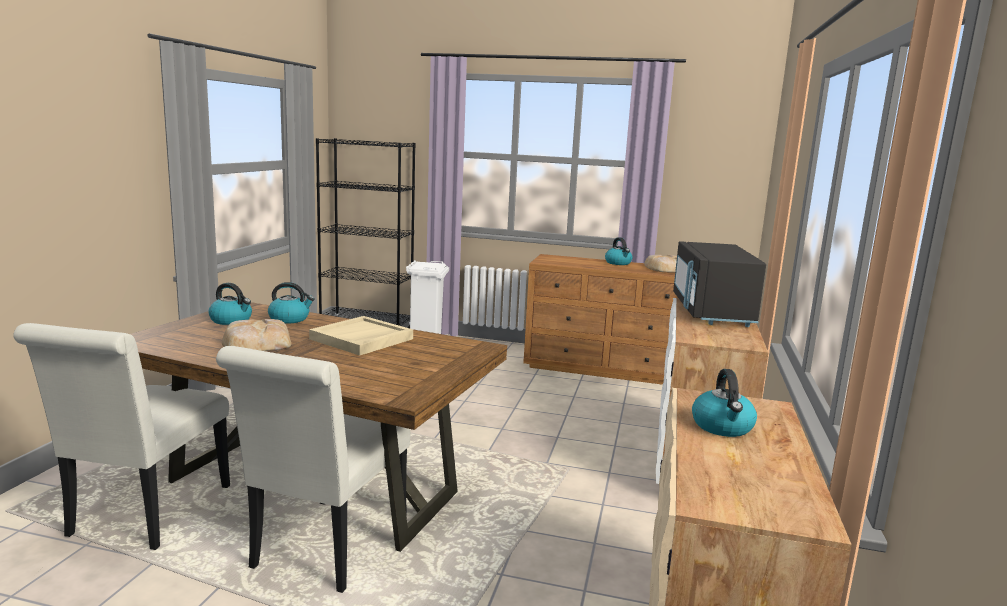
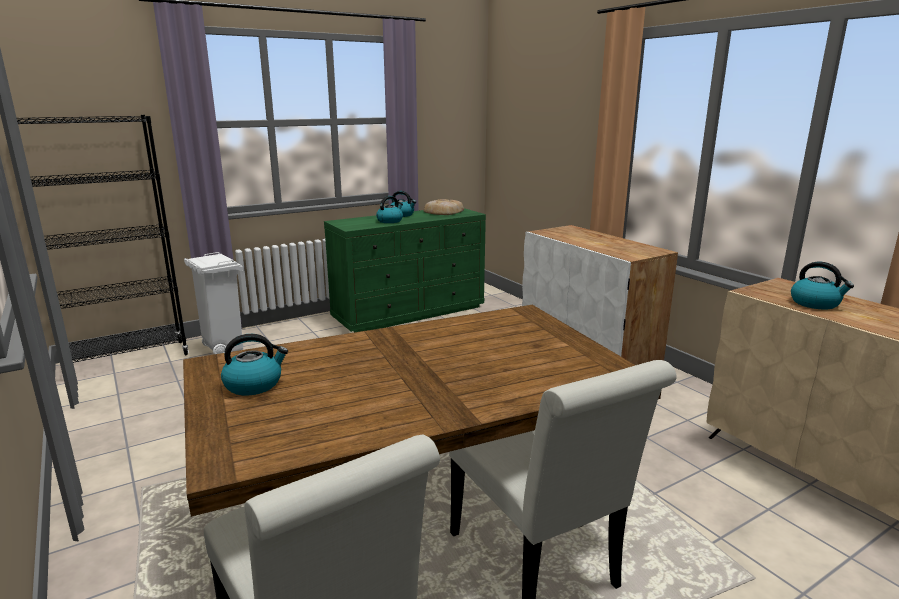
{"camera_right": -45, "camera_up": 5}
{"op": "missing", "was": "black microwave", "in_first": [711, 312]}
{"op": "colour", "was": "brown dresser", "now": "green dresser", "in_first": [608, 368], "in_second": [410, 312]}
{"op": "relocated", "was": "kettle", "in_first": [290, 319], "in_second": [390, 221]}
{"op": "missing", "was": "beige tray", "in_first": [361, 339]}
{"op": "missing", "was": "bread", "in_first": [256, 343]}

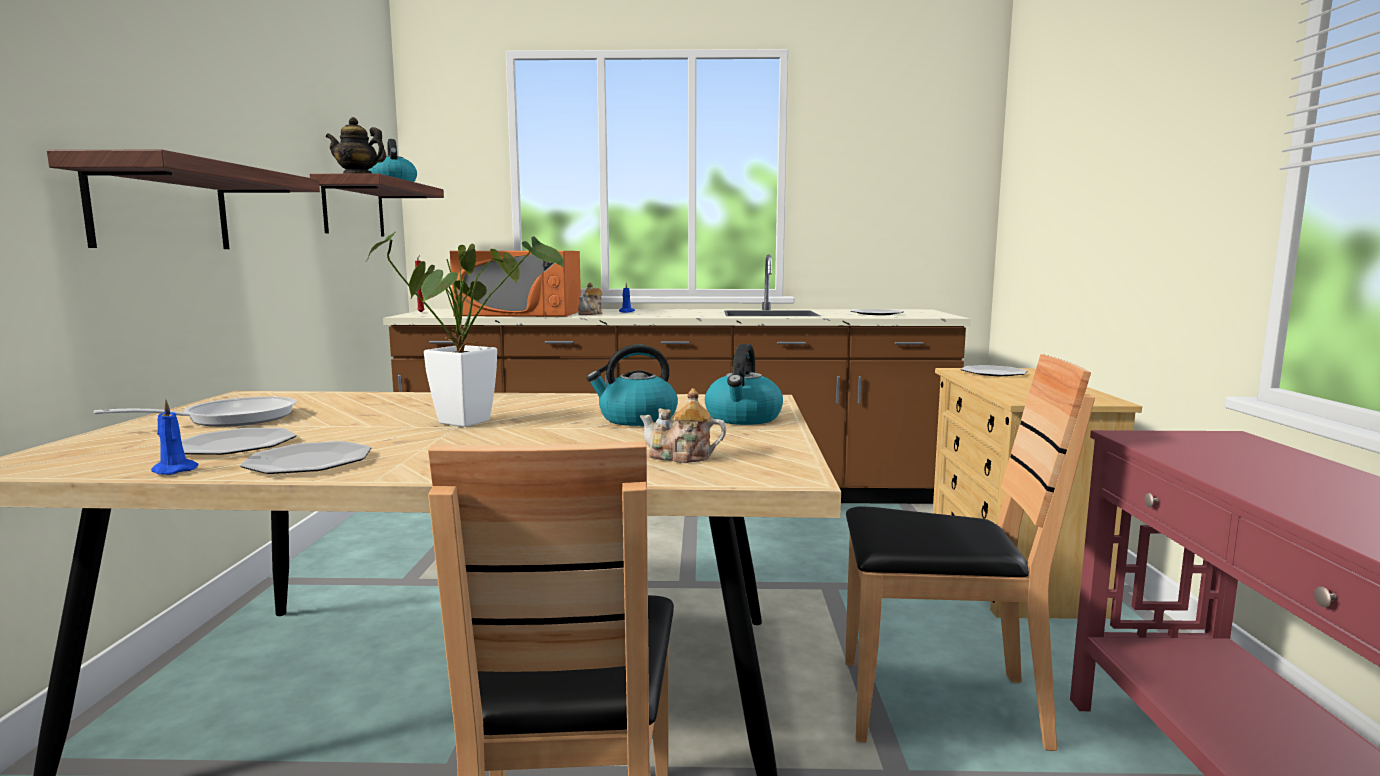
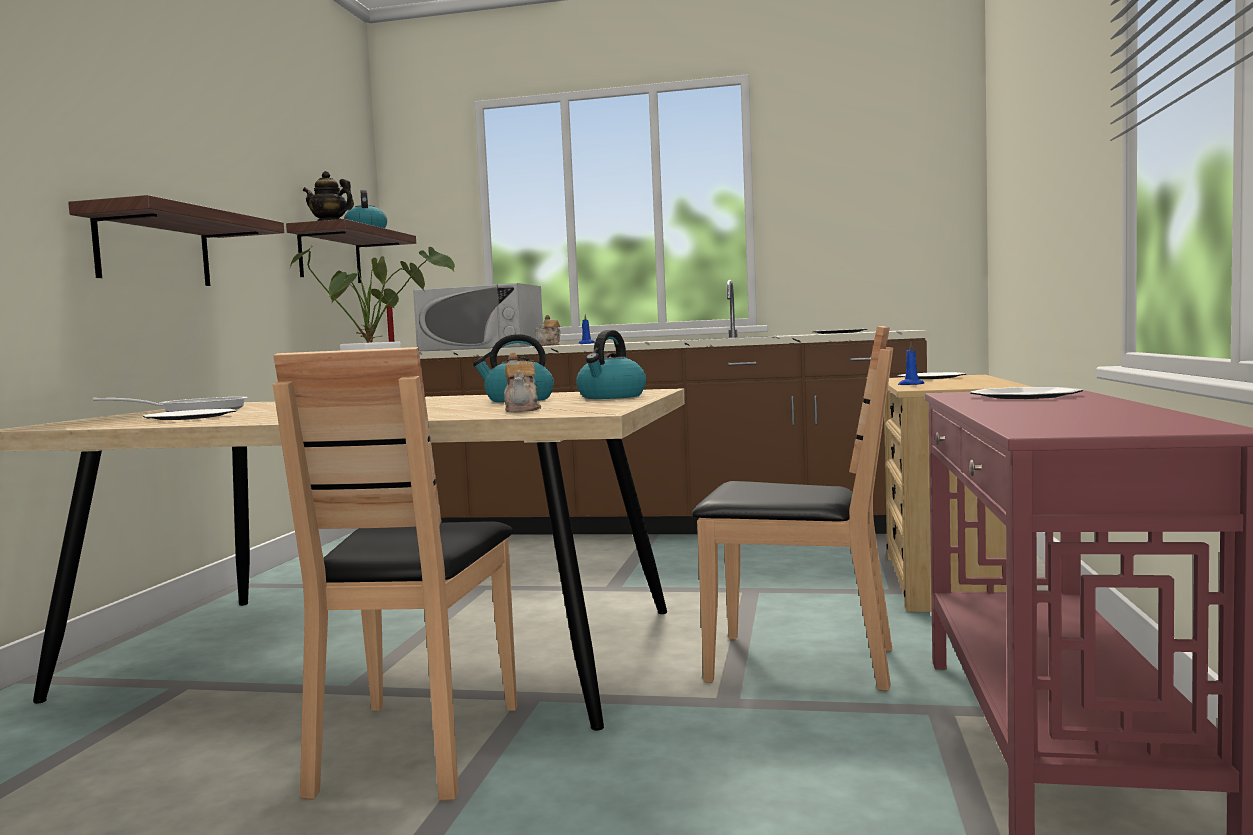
{"camera_right": 10, "camera_up": -5}
{"op": "colour", "was": "orange microwave", "now": "white microwave", "in_first": [520, 313], "in_second": [482, 348]}
{"op": "spun", "was": "teapot", "in_first": [681, 457], "in_second": [522, 410], "clockwise": -120}
{"op": "relocated", "was": "blue candle", "in_first": [173, 470], "in_second": [910, 384]}
{"op": "relocated", "was": "plate", "in_first": [308, 461], "in_second": [1024, 396]}

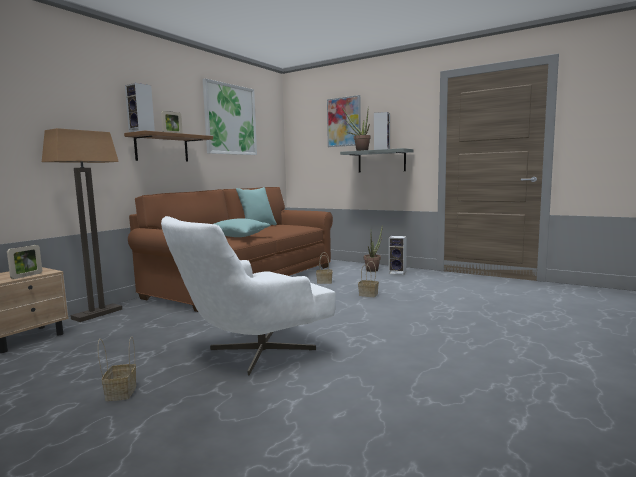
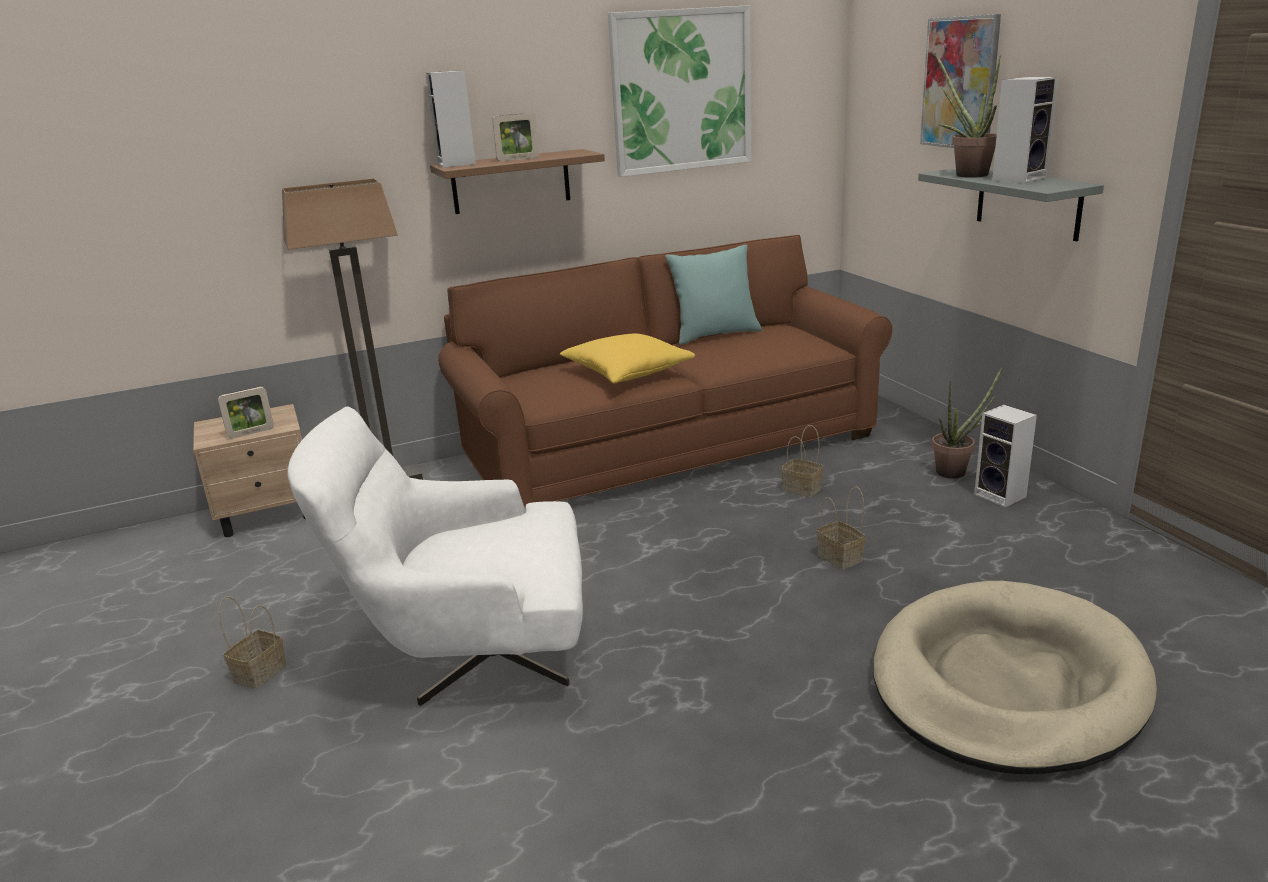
{"camera_right": 35, "camera_up": 15}
{"op": "colour", "was": "turquoise pillow", "now": "yellow pillow", "in_first": [238, 236], "in_second": [627, 373]}
{"op": "appeared", "now": "beige dog bed", "in_second": [1006, 683]}

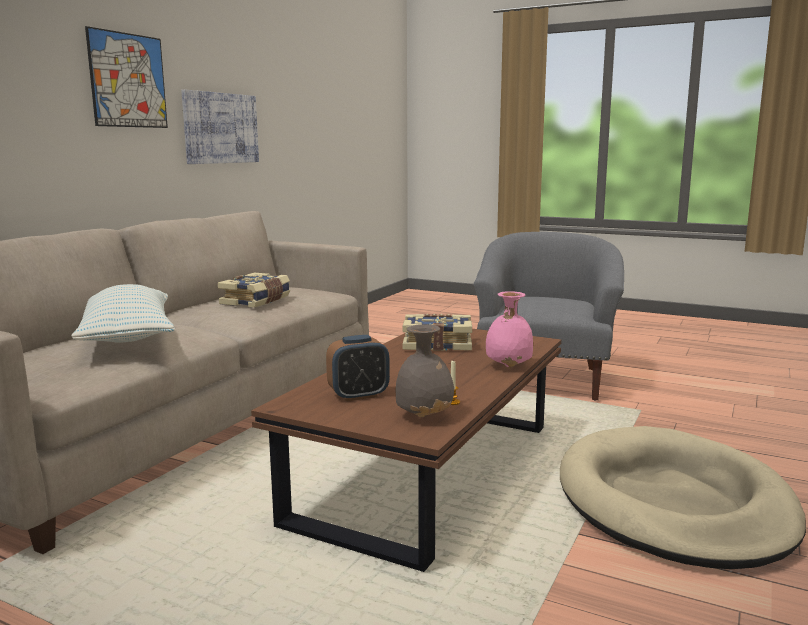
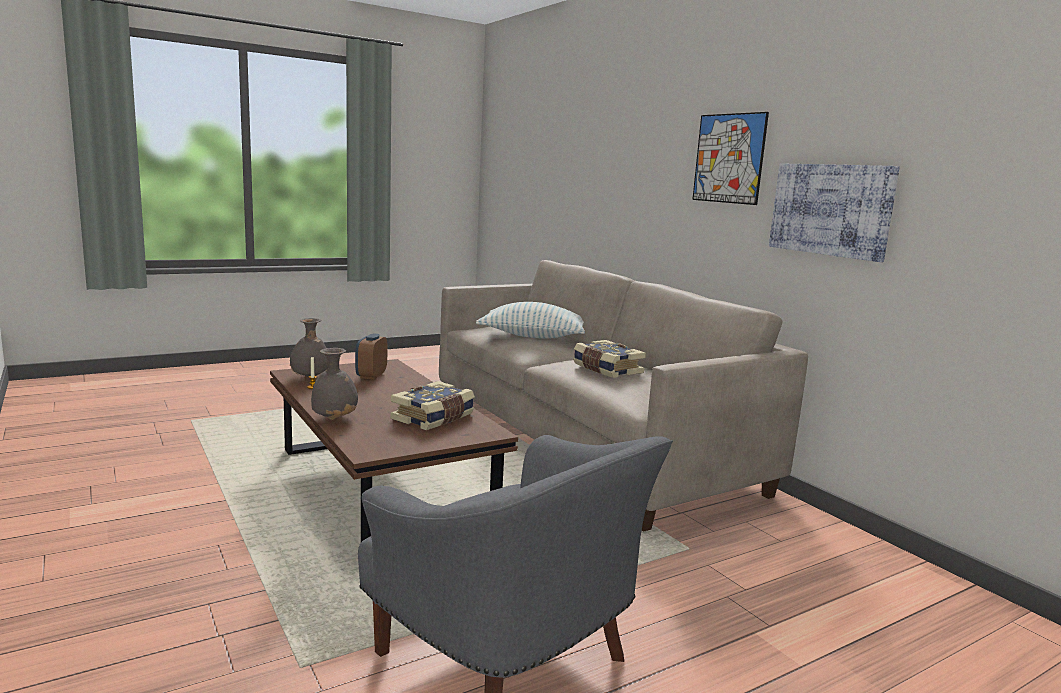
{"camera_right": 120, "camera_up": 0}
{"op": "colour", "was": "pink vase", "now": "grey vase", "in_first": [507, 366], "in_second": [335, 418]}
{"op": "missing", "was": "beige dog bed", "in_first": [673, 503]}

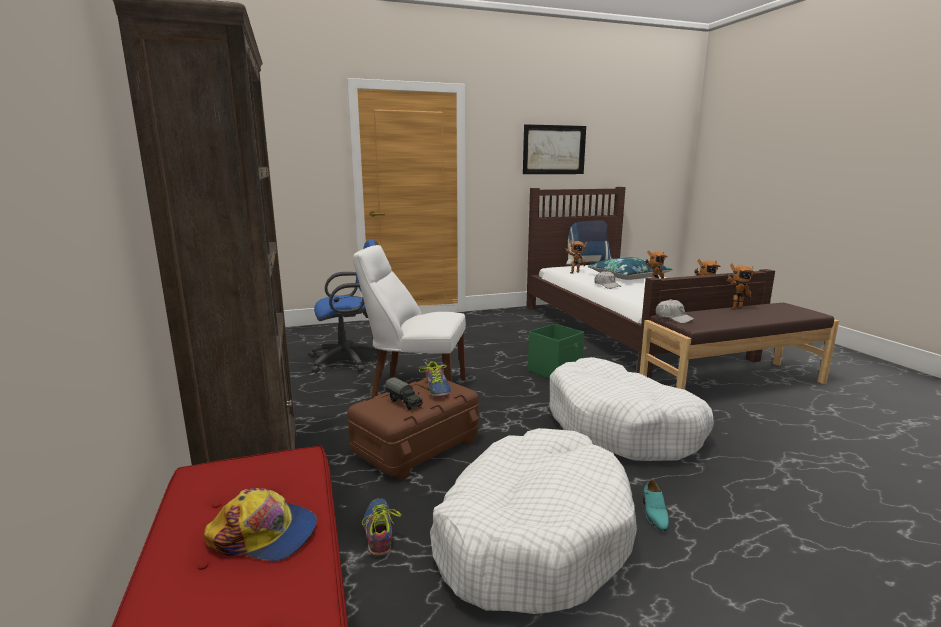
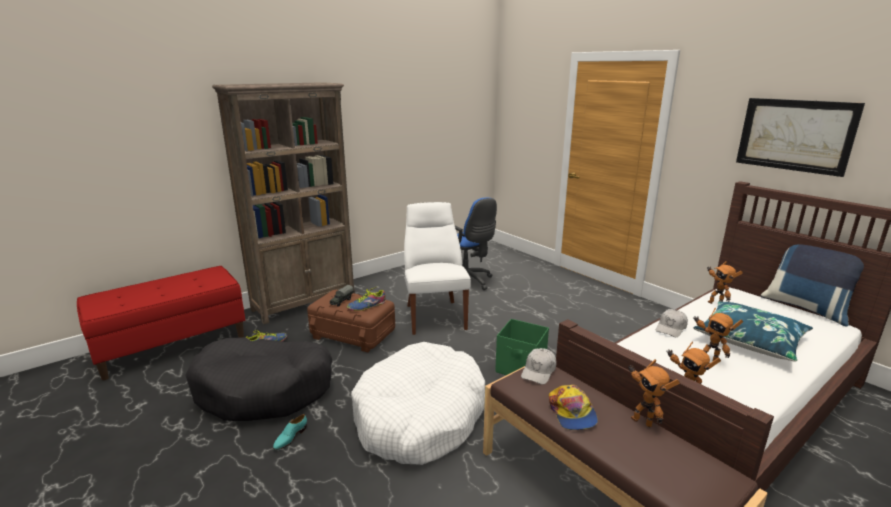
{"camera_right": 70, "camera_up": 5}
{"op": "colour", "was": "white dog bed", "now": "black dog bed", "in_first": [532, 535], "in_second": [264, 390]}
{"op": "spun", "was": "turquoise shoe", "in_first": [654, 514], "in_second": [290, 438], "clockwise": -45}
{"op": "relocated", "was": "cap", "in_first": [264, 534], "in_second": [572, 413]}

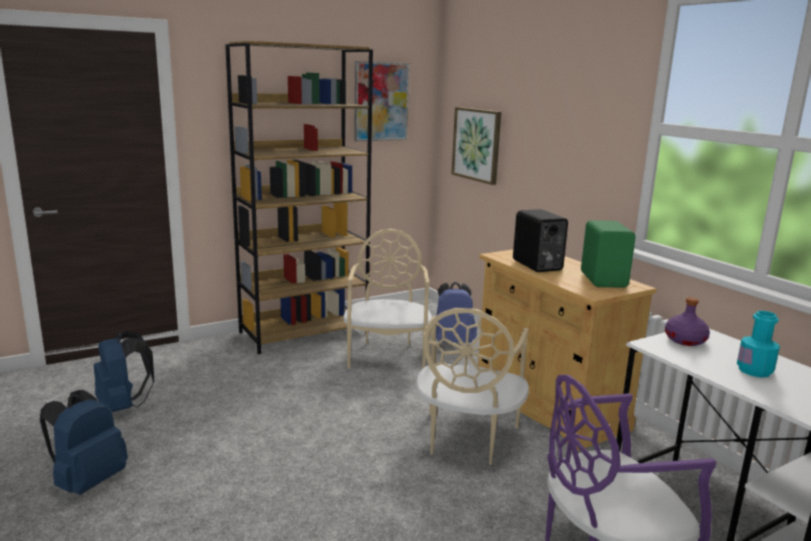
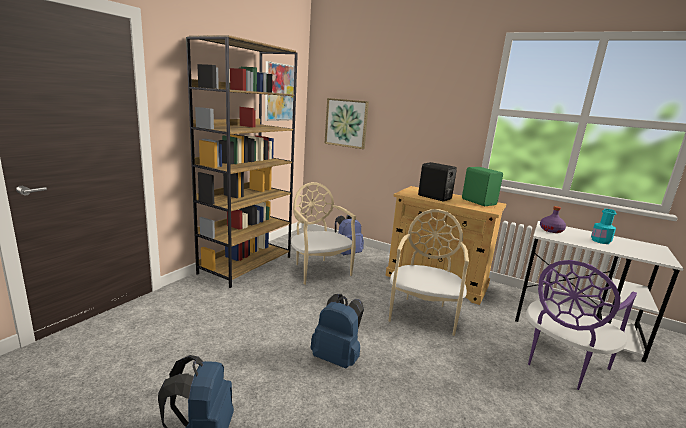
{"camera_right": -30, "camera_up": 0}
{"op": "spun", "was": "beige chair", "in_first": [466, 439], "in_second": [423, 314], "clockwise": -150}
{"op": "relocated", "was": "blue backpack", "in_first": [123, 406], "in_second": [337, 358]}

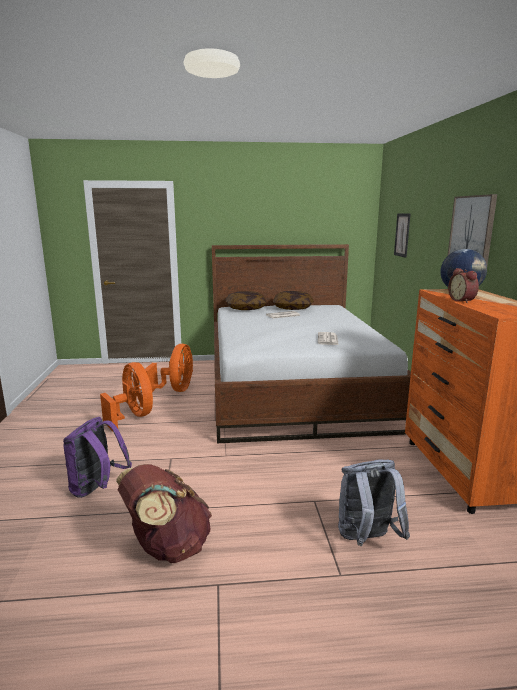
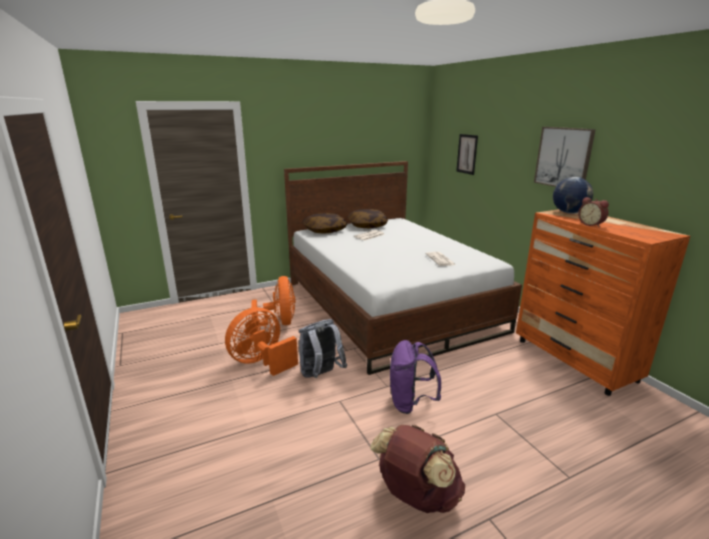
{"camera_right": -20, "camera_up": 5}
{"op": "spun", "was": "orange fan", "in_first": [133, 417], "in_second": [261, 362], "clockwise": -75}
{"op": "relocated", "was": "purple backpack", "in_first": [97, 489], "in_second": [410, 403]}
{"op": "relocated", "was": "grey backpack", "in_first": [367, 540], "in_second": [320, 375]}

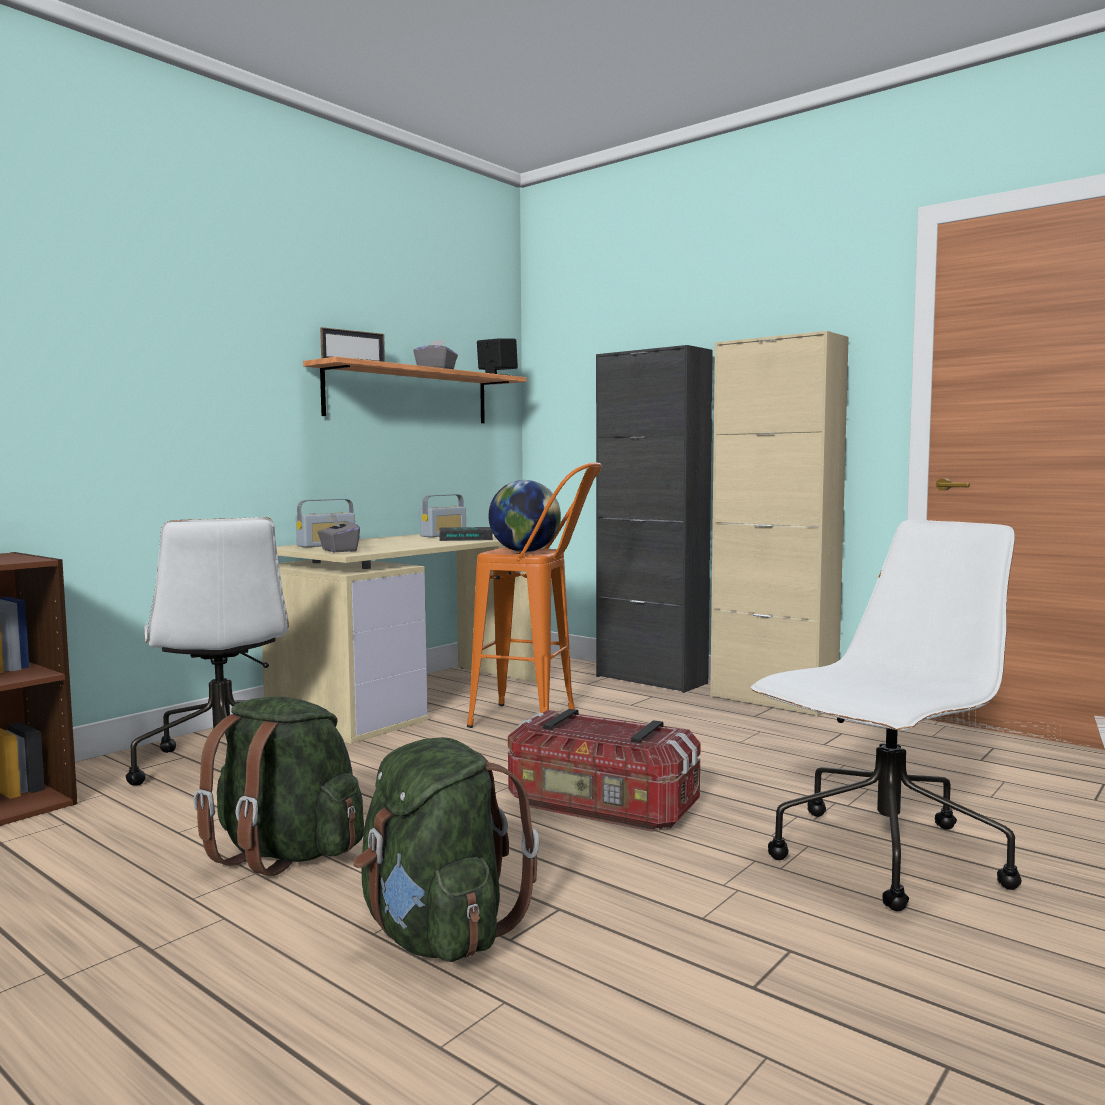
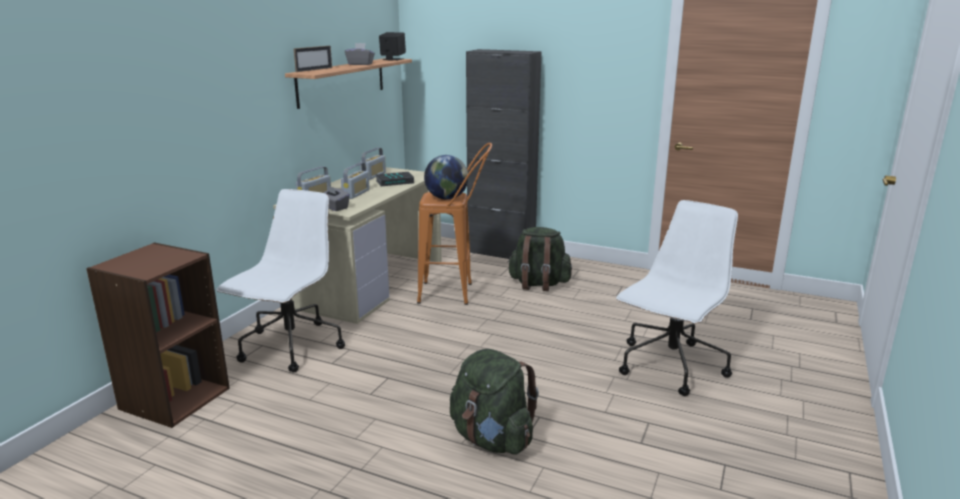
{"camera_right": -15, "camera_up": 15}
{"op": "missing", "was": "beige cabinet", "in_first": [773, 701]}
{"op": "spun", "was": "white office chair", "in_first": [222, 763], "in_second": [291, 348], "clockwise": -120}
{"op": "relocated", "was": "green backpack", "in_first": [285, 853], "in_second": [538, 284]}
{"op": "missing", "was": "storage box", "in_first": [600, 808]}
{"op": "appeared", "now": "radio", "in_second": [356, 194]}

